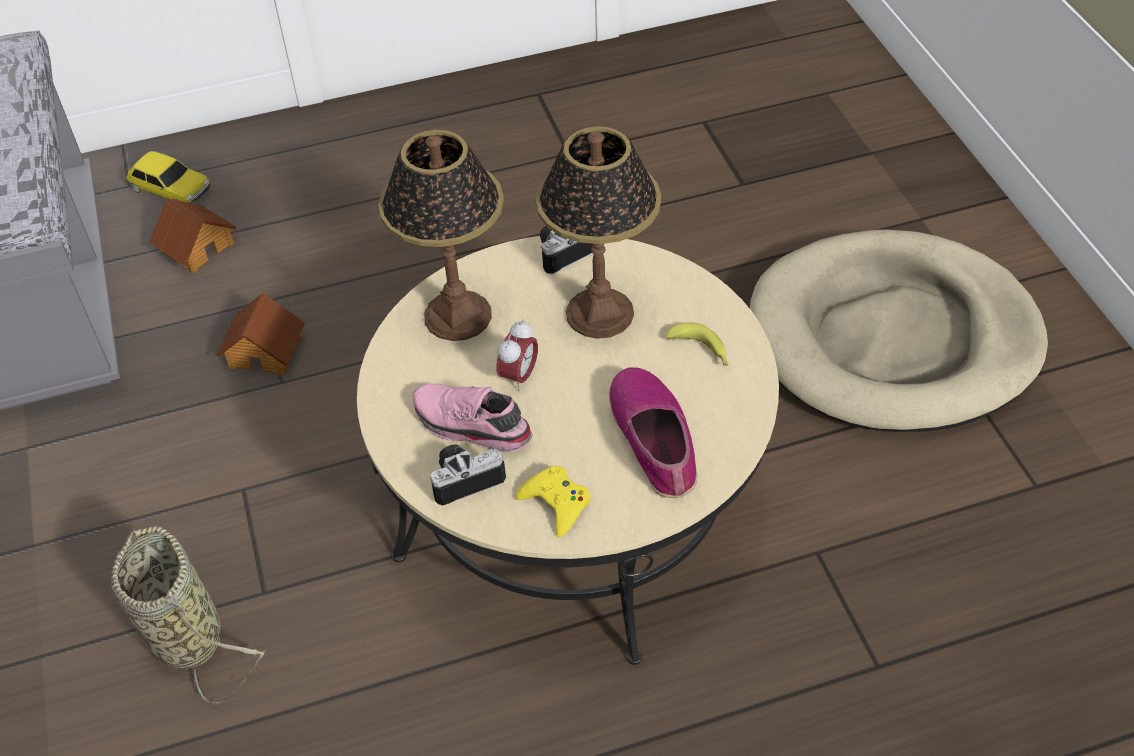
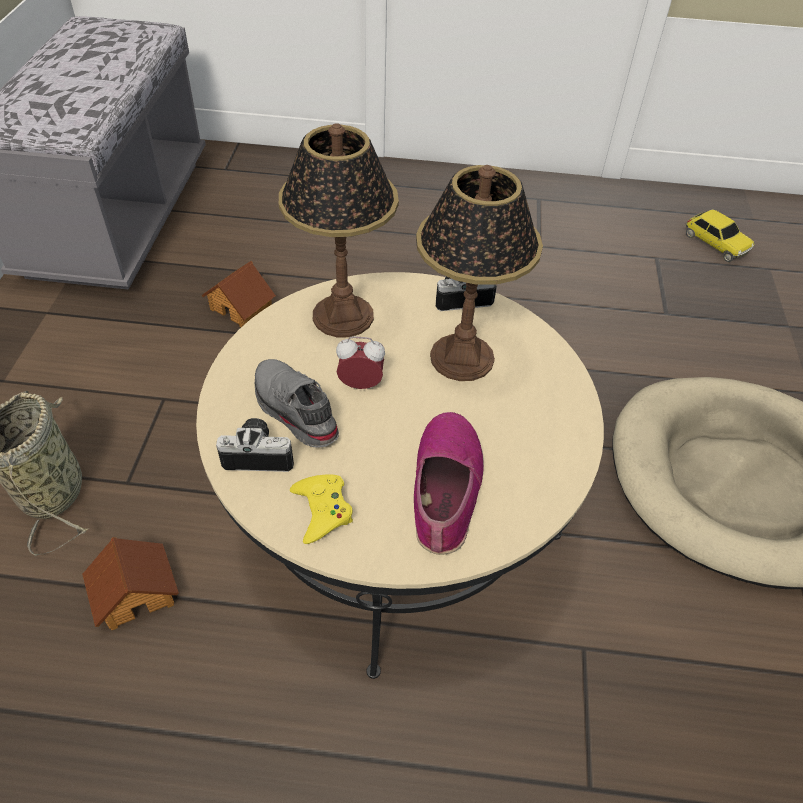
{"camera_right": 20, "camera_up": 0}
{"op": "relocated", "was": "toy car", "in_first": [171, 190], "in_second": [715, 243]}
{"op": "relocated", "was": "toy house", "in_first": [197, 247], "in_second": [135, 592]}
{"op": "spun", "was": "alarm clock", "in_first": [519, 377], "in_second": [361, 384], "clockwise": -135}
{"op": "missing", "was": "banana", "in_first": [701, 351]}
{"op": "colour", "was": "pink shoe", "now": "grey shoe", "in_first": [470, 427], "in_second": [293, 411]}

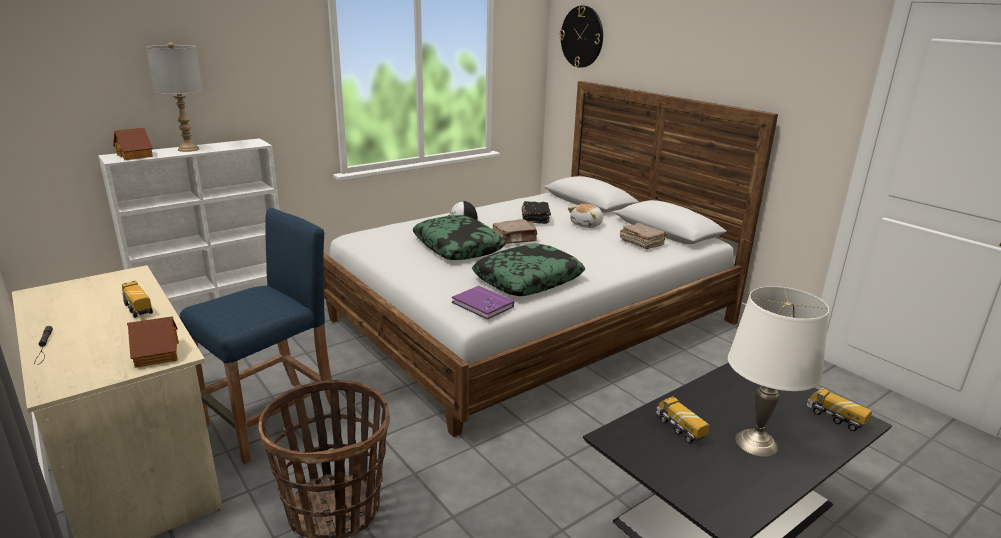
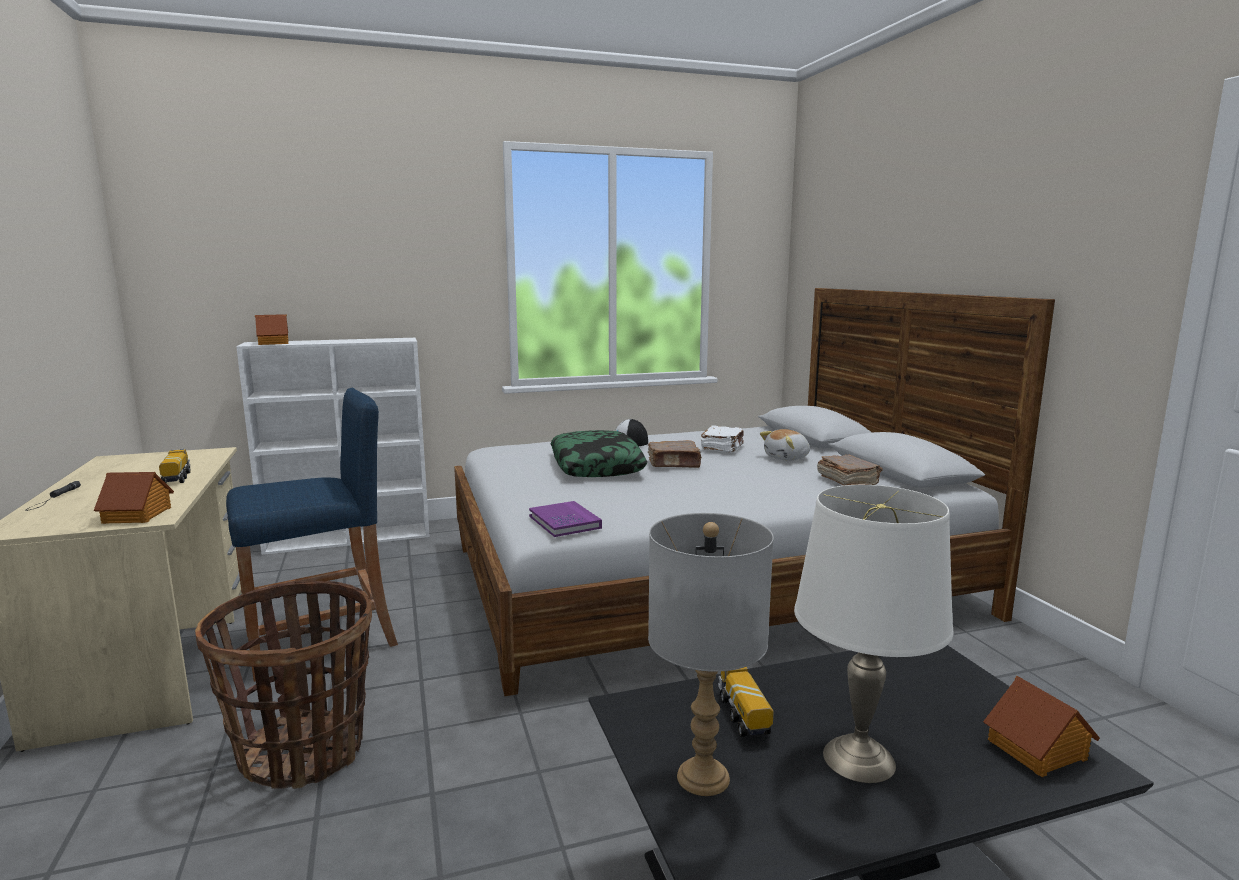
{"camera_right": 20, "camera_up": -10}
{"op": "missing", "was": "wall clock", "in_first": [582, 37]}
{"op": "relocated", "was": "grey table lamp", "in_first": [188, 149], "in_second": [703, 776]}
{"op": "colour", "was": "black book", "now": "white book", "in_first": [536, 219], "in_second": [722, 448]}
{"op": "missing", "was": "pillow", "in_first": [528, 279]}
{"op": "exchanged", "was": "toy truck", "now": "toy house", "in_first": [835, 418], "in_second": [1038, 750]}

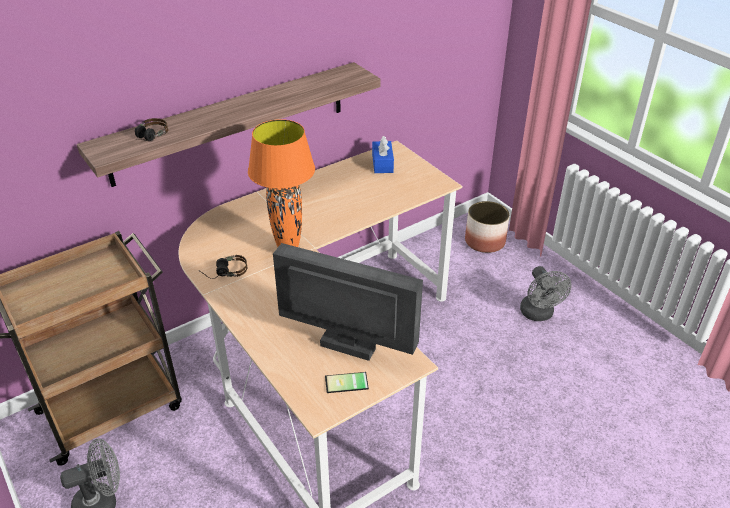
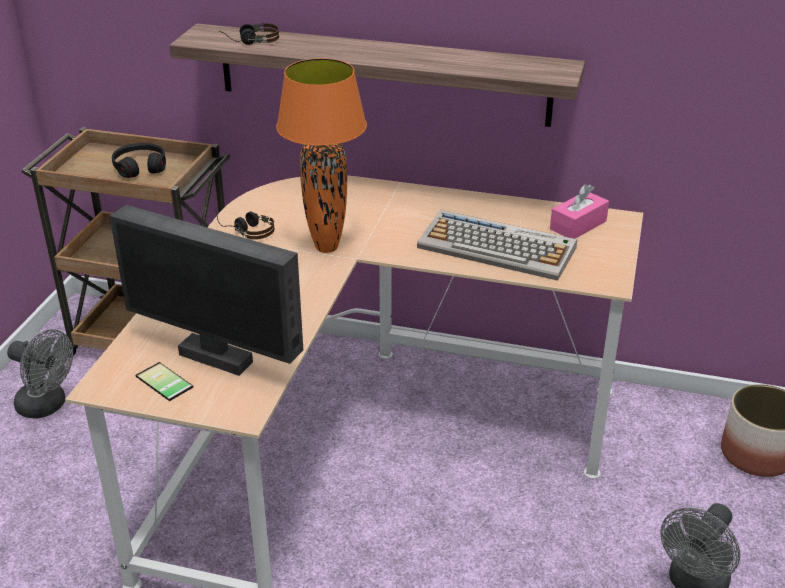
{"camera_right": 50, "camera_up": -5}
{"op": "colour", "was": "blue tissue box", "now": "pink tissue box", "in_first": [382, 163], "in_second": [578, 225]}
{"op": "spun", "was": "monitor", "in_first": [347, 348], "in_second": [217, 357], "clockwise": 135}
{"op": "appeared", "now": "black headphones", "in_second": [140, 167]}
{"op": "appeared", "now": "keyboard", "in_second": [498, 247]}

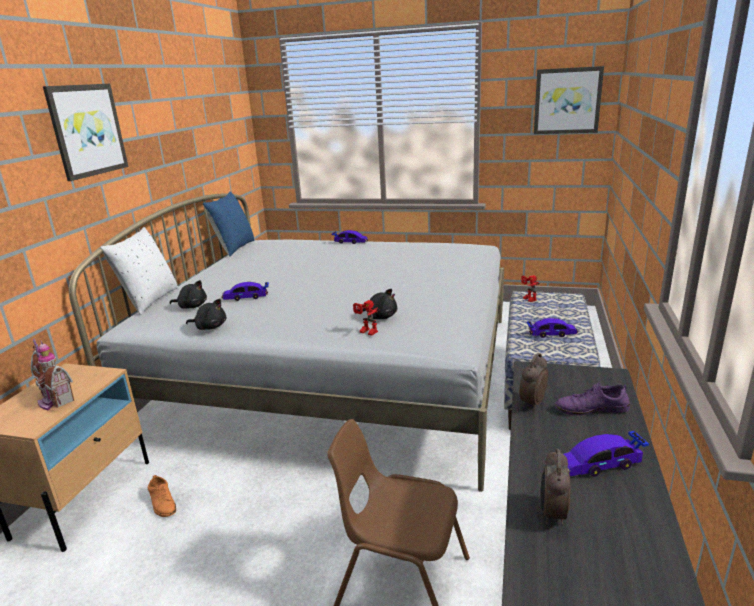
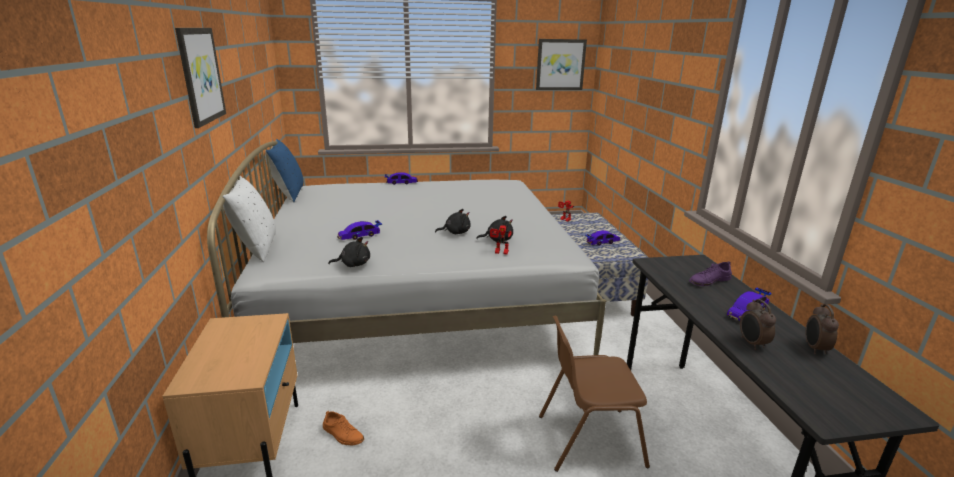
{"camera_right": -25, "camera_up": 0}
{"op": "relocated", "was": "black plush toy", "in_first": [191, 306], "in_second": [455, 232]}
{"op": "missing", "was": "toy house", "in_first": [54, 400]}
{"op": "relocated", "was": "alarm clock", "in_first": [531, 403], "in_second": [814, 348]}

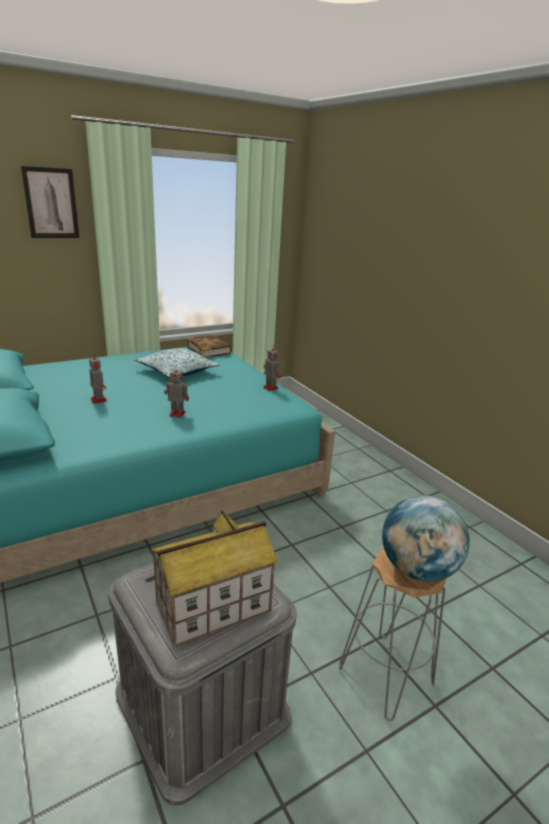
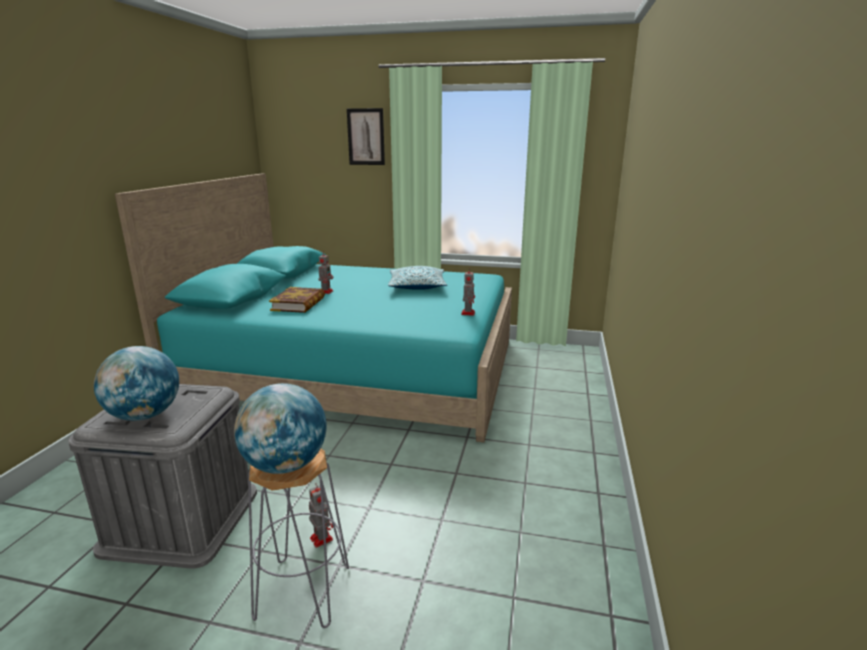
{"camera_right": 45, "camera_up": -5}
{"op": "relocated", "was": "book", "in_first": [209, 350], "in_second": [299, 304]}
{"op": "relocated", "was": "toy robot", "in_first": [176, 414], "in_second": [321, 538]}
{"op": "exchanged", "was": "toy house", "now": "globe", "in_first": [213, 607], "in_second": [144, 415]}

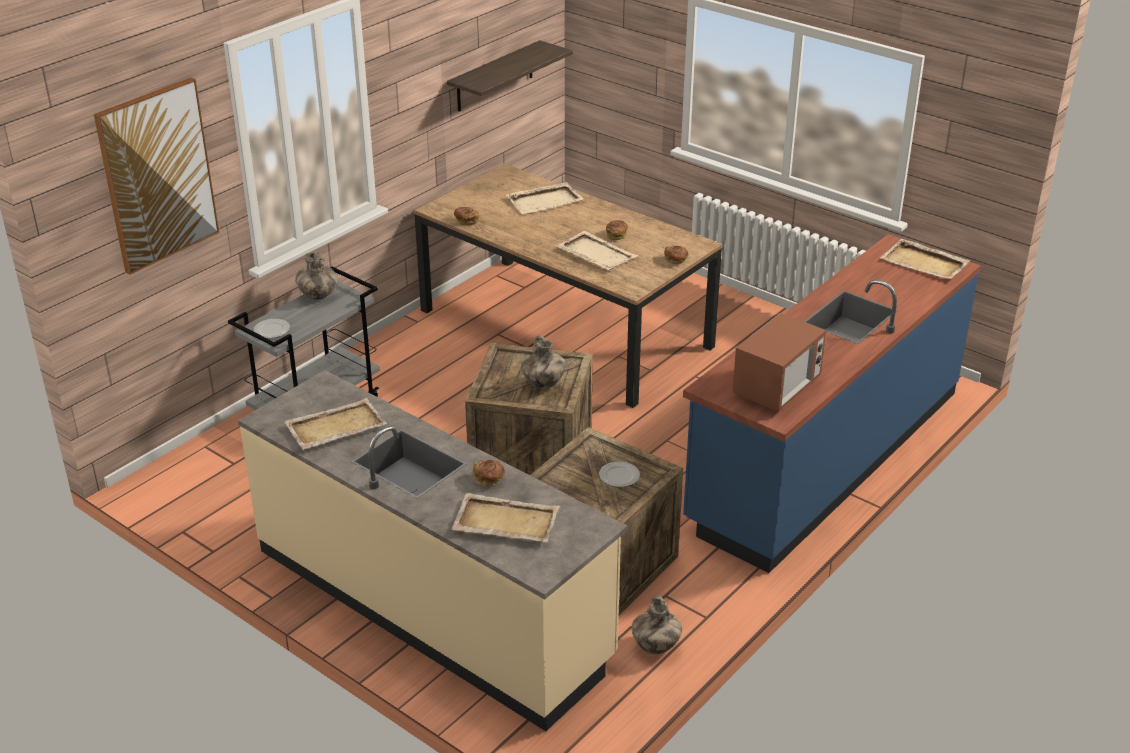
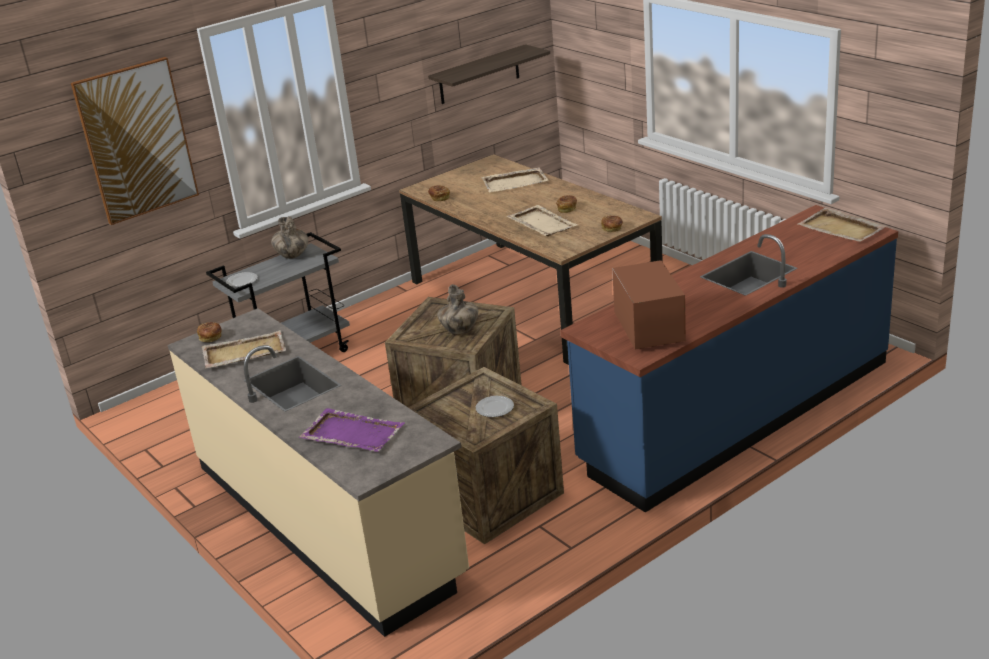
{"camera_right": 15, "camera_up": -5}
{"op": "spun", "was": "microwave", "in_first": [777, 388], "in_second": [649, 331], "clockwise": -60}
{"op": "relocated", "was": "bread", "in_first": [489, 479], "in_second": [211, 338]}
{"op": "colour", "was": "beige tray", "now": "purple tray", "in_first": [505, 521], "in_second": [351, 433]}
{"op": "missing", "was": "vase", "in_first": [655, 646]}

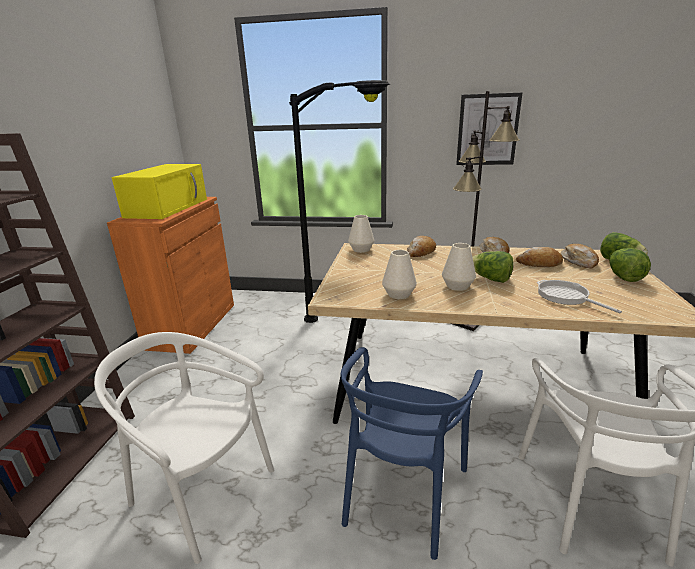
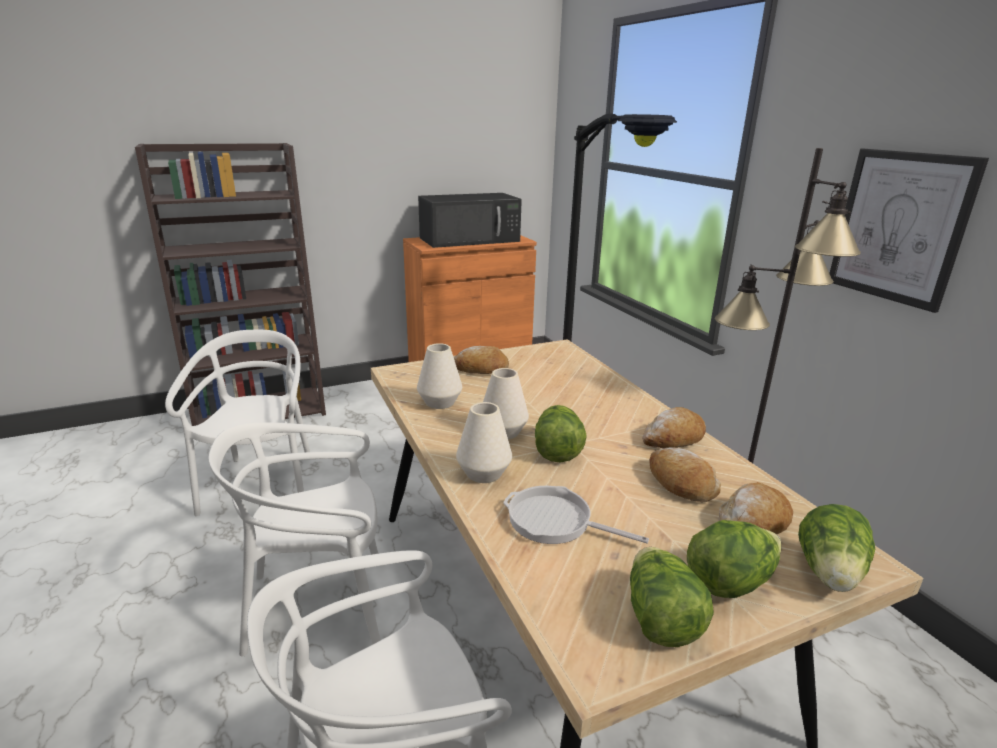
{"camera_right": 55, "camera_up": 0}
{"op": "colour", "was": "yellow microwave", "now": "black microwave", "in_first": [168, 207], "in_second": [471, 239]}
{"op": "relocated", "was": "white vase", "in_first": [361, 250], "in_second": [483, 473]}
{"op": "relocated", "was": "bread", "in_first": [421, 252], "in_second": [480, 369]}
{"op": "spun", "was": "frying pan", "in_first": [565, 297], "in_second": [555, 521], "clockwise": -90}
{"op": "colour", "was": "blue chair", "now": "white chair", "in_first": [403, 491], "in_second": [318, 604]}
{"op": "appeared", "now": "lettuce", "in_second": [659, 619]}

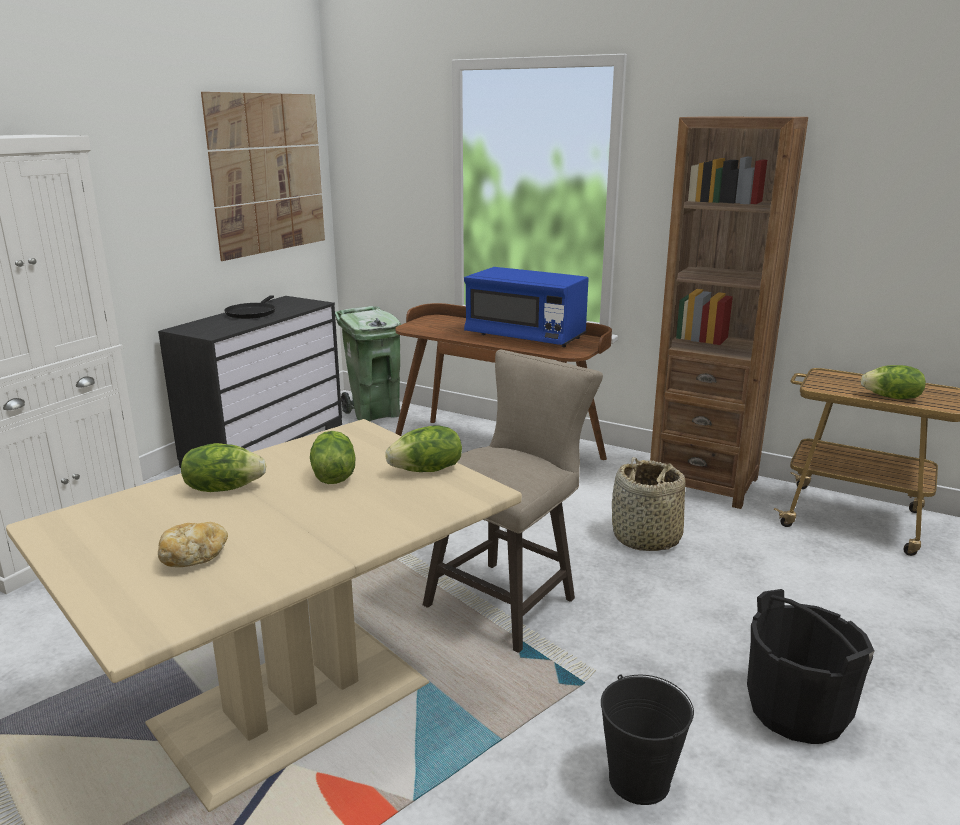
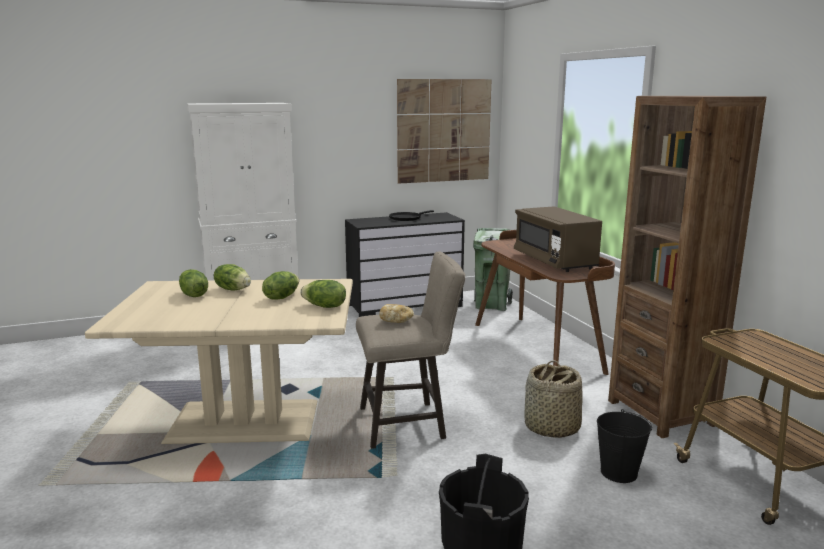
{"camera_right": 40, "camera_up": -5}
{"op": "colour", "was": "blue microwave", "now": "brown microwave", "in_first": [525, 337], "in_second": [554, 261]}
{"op": "relocated", "was": "lettuce", "in_first": [892, 398], "in_second": [193, 295]}
{"op": "relocated", "was": "bread", "in_first": [194, 557], "in_second": [396, 321]}
{"op": "relocated", "was": "black bucket", "in_first": [639, 780], "in_second": [618, 472]}

